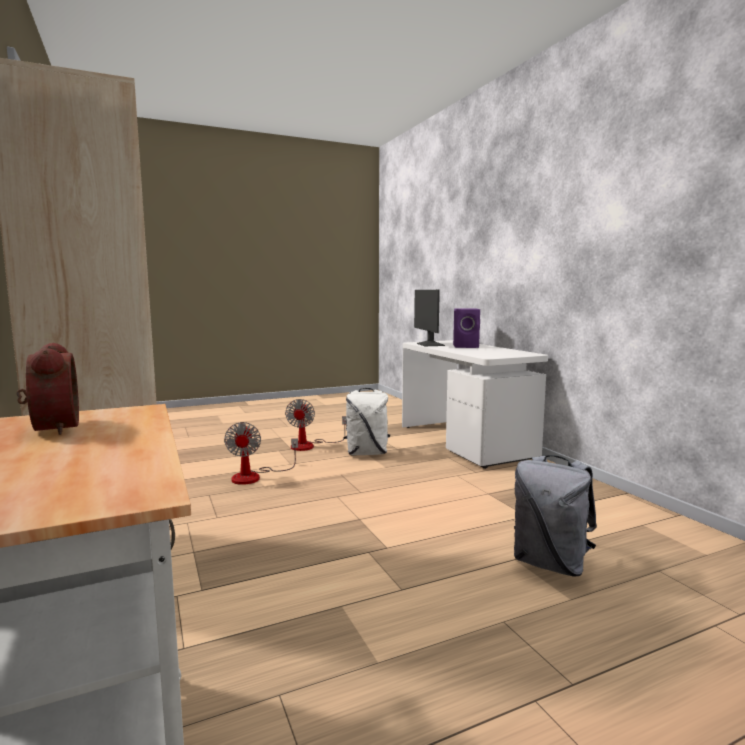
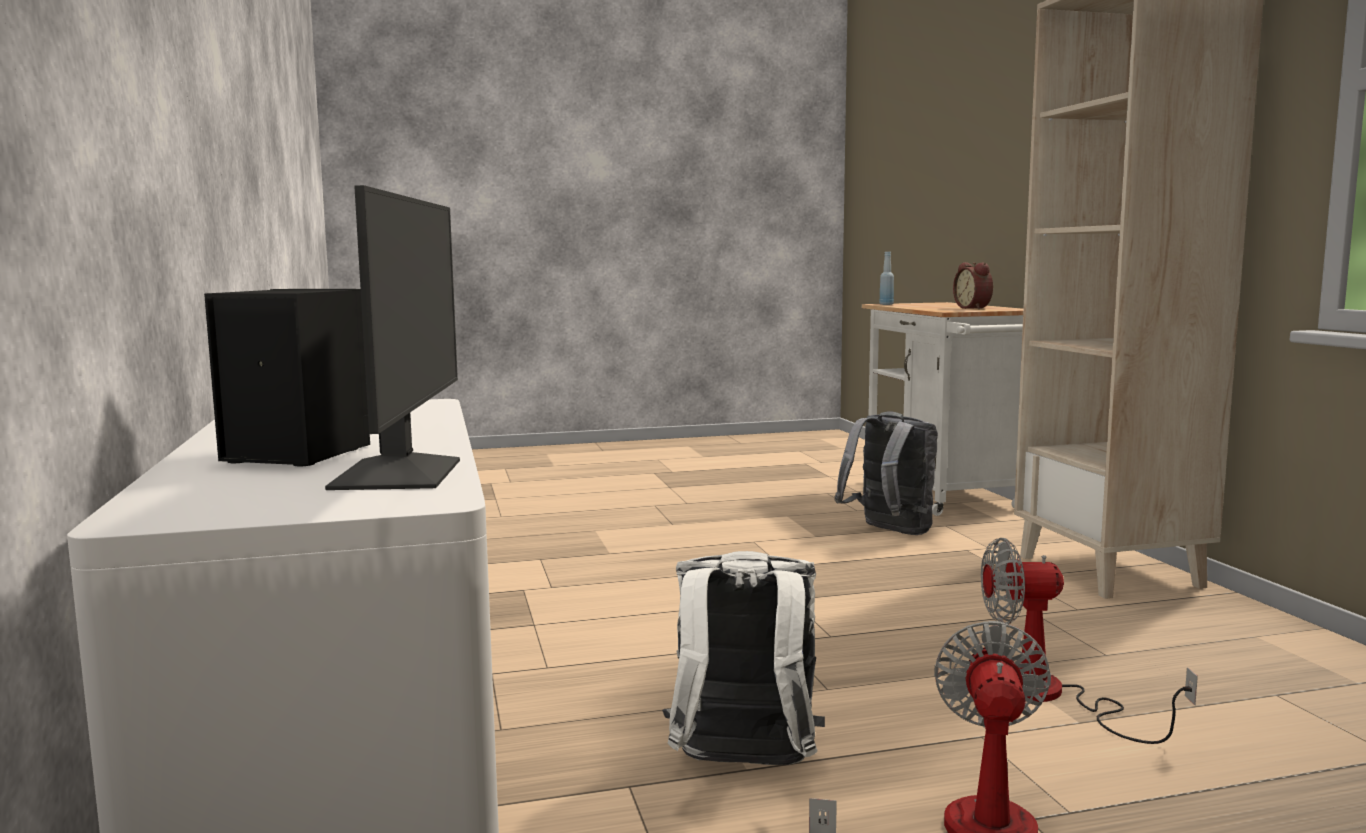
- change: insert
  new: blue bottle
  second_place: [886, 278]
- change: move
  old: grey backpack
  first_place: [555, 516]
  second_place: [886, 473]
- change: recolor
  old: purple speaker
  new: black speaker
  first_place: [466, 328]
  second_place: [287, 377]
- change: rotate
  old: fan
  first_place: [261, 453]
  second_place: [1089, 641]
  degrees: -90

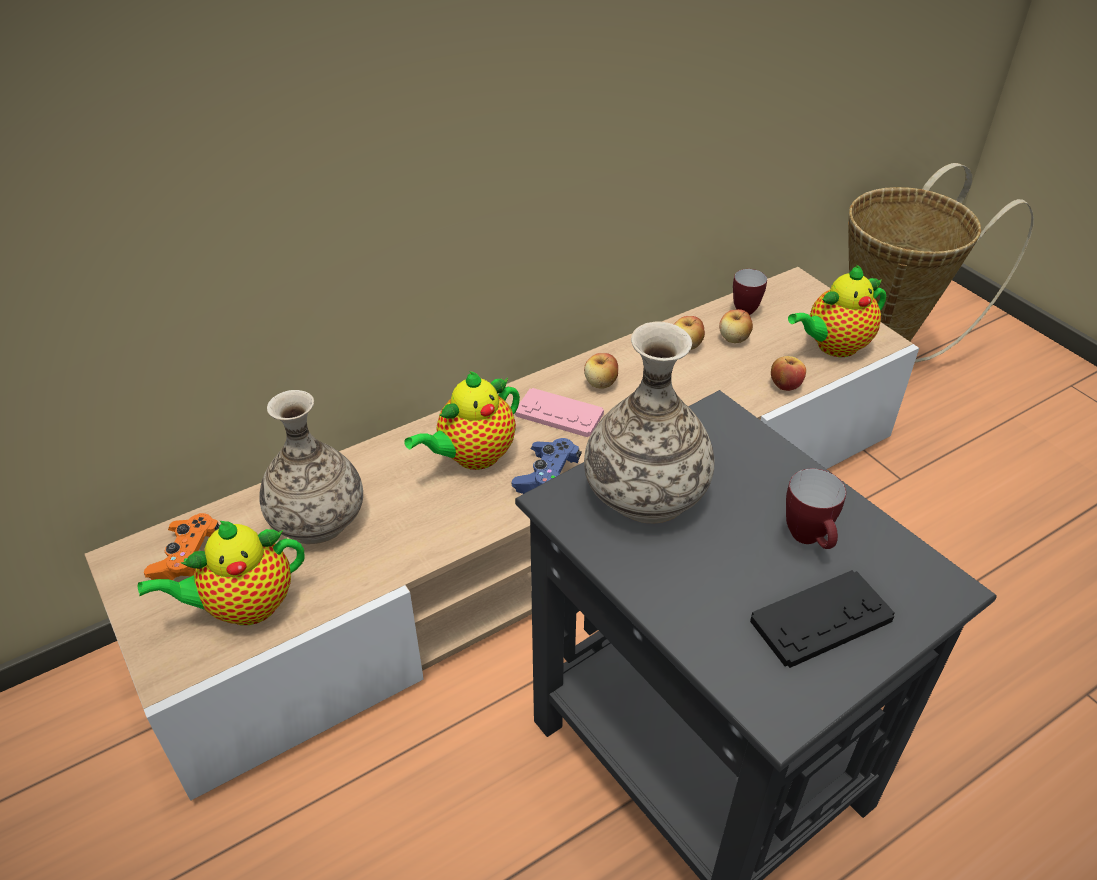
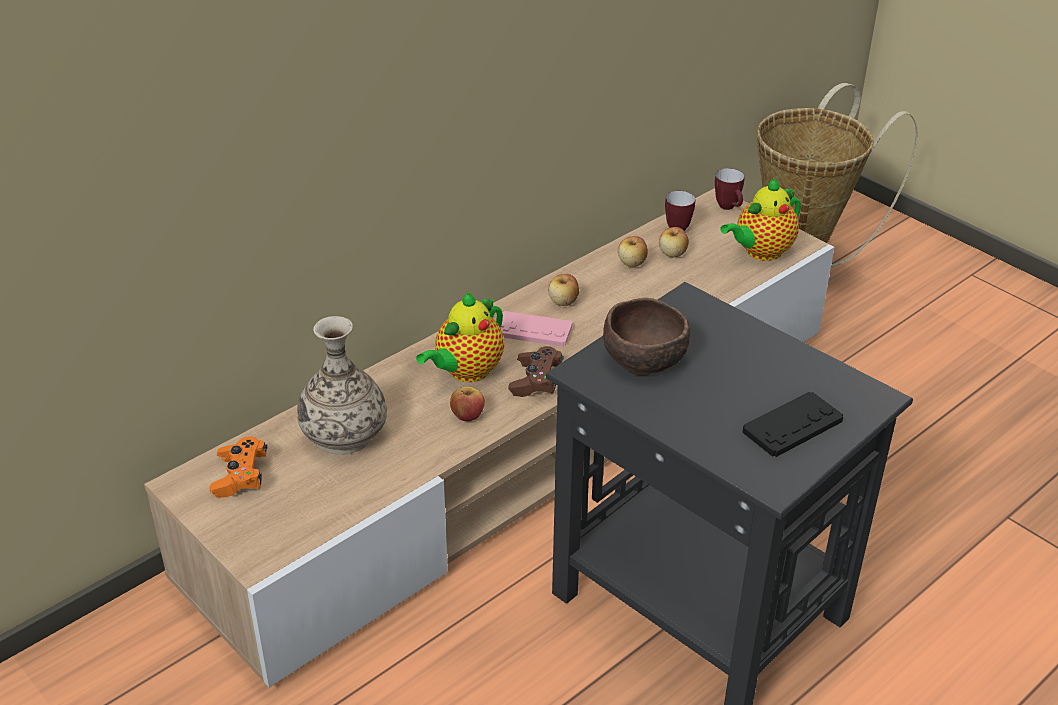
- change: delete
  old: teapot
  first_place: [221, 573]
- change: move
  old: apple
  first_place: [788, 373]
  second_place: [467, 404]
- change: move
  old: mug
  first_place: [816, 509]
  second_place: [730, 189]
- change: replace
  old: vase
  new: brown bowl
  first_place: [649, 423]
  second_place: [646, 336]
- change: recolor
  old: blue game controller
  new: brown game controller
  first_place: [547, 466]
  second_place: [536, 371]

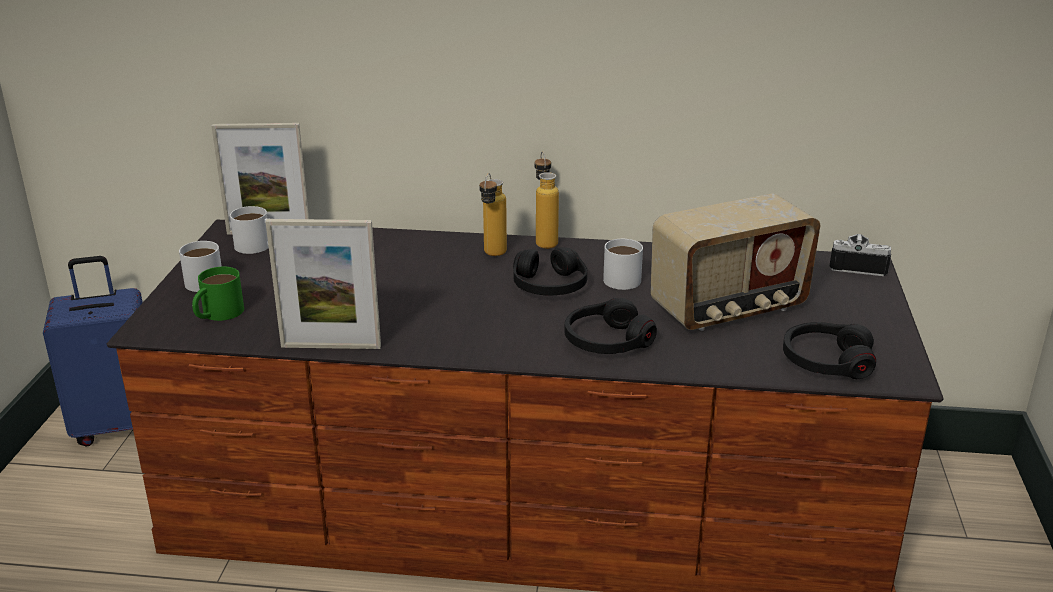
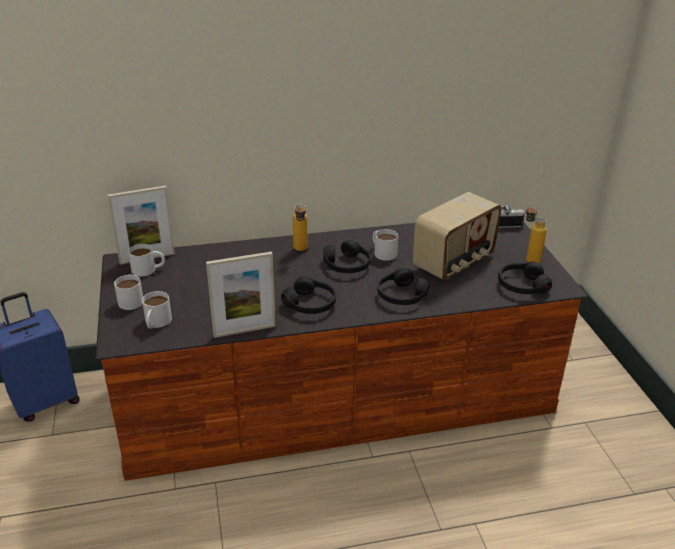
- change: insert
  new: black headphones
  second_place: [308, 295]
- change: move
  old: bottle
  first_place: [547, 200]
  second_place: [536, 233]
- change: recolor
  old: green mug
  new: white mug
  first_place: [218, 294]
  second_place: [157, 310]

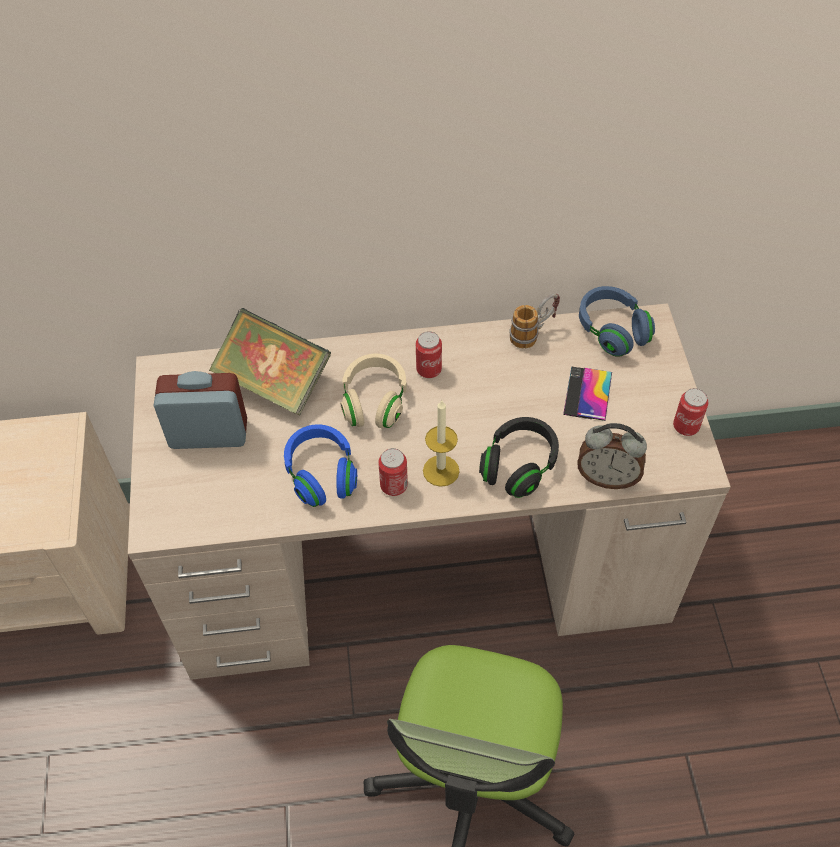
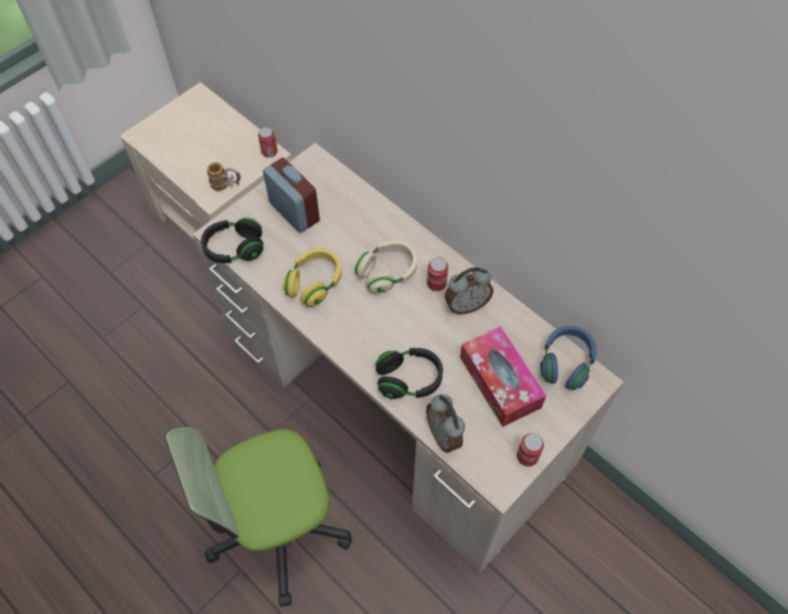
- change: delete
  old: book
  first_place: [270, 362]
- change: delete
  old: candle
  first_place: [441, 443]
- change: insert
  new: black headphones
  second_place: [232, 240]
- change: insert
  new: alarm clock
  second_place: [469, 290]
- change: move
  old: can
  first_place: [393, 472]
  second_place: [267, 142]
- change: move
  old: mug
  first_place: [534, 321]
  second_place: [224, 176]
- change: replace
  old: phone
  new: tissue box
  first_place: [587, 394]
  second_place: [503, 376]
- change: recolor
  old: blue headphones
  new: yellow headphones
  first_place: [320, 465]
  second_place: [312, 278]

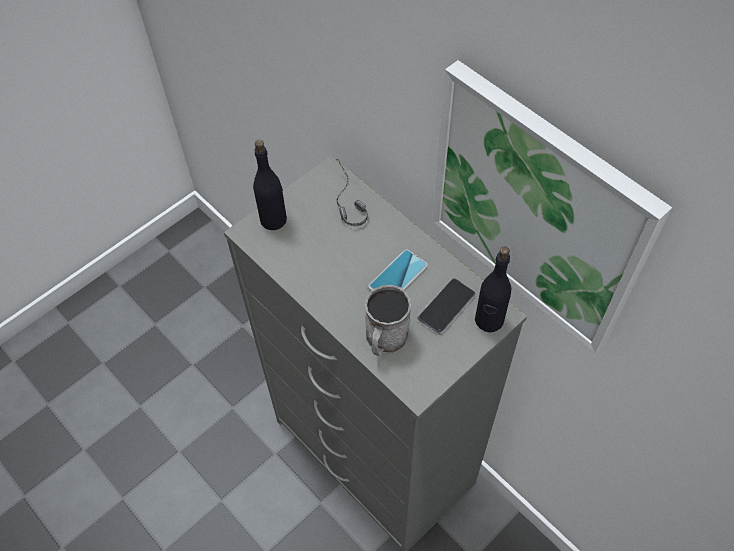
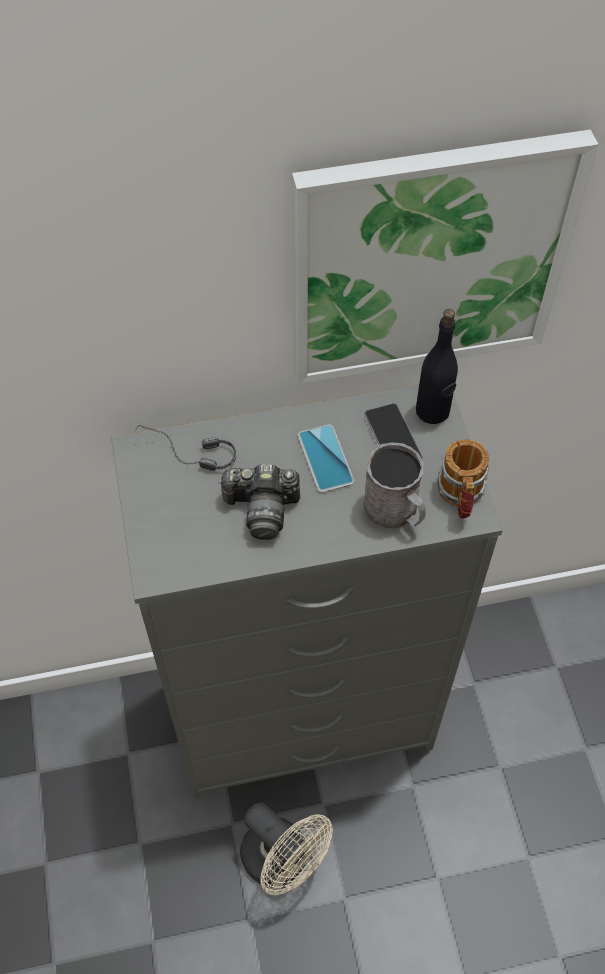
- change: delete
  old: black bottle
  first_place: [270, 185]
- change: insert
  new: photo camera
  second_place: [259, 502]
- change: insert
  new: beige fan
  second_place: [286, 848]
- change: insert
  new: mug
  second_place: [463, 478]

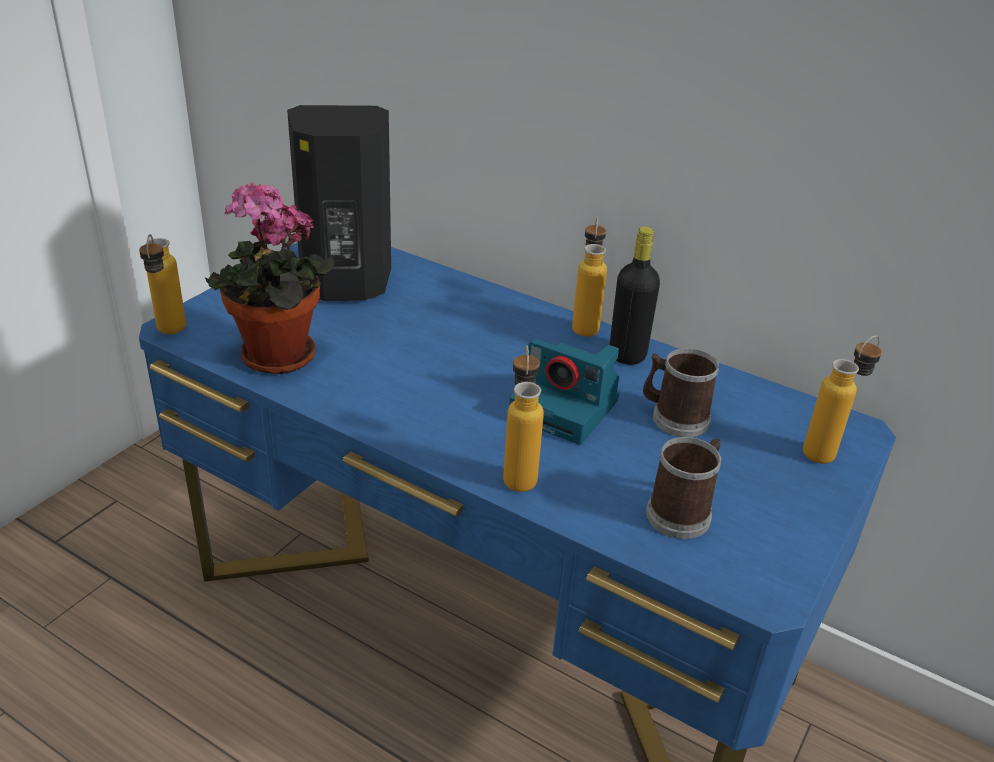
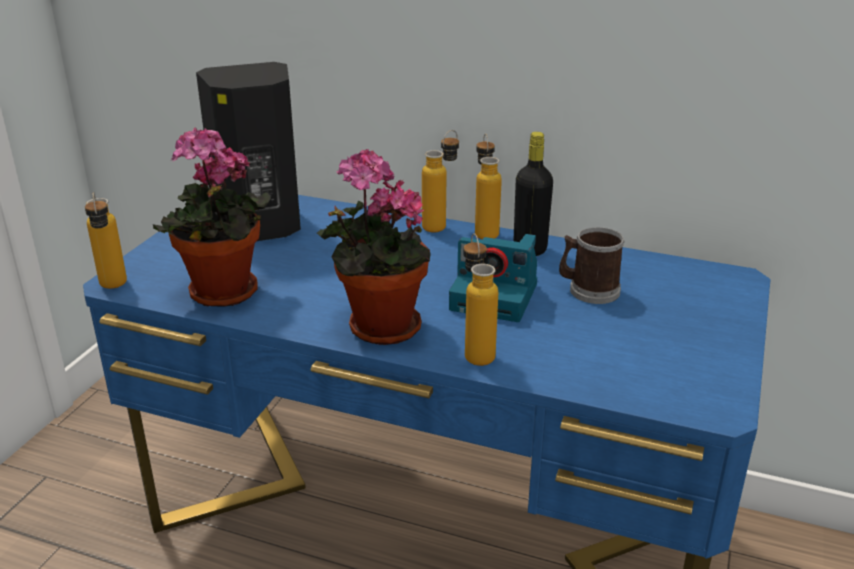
- change: delete
  old: mug
  first_place: [684, 488]
- change: insert
  new: potted plant
  second_place: [374, 247]
- change: move
  old: bottle
  first_place: [842, 399]
  second_place: [440, 181]

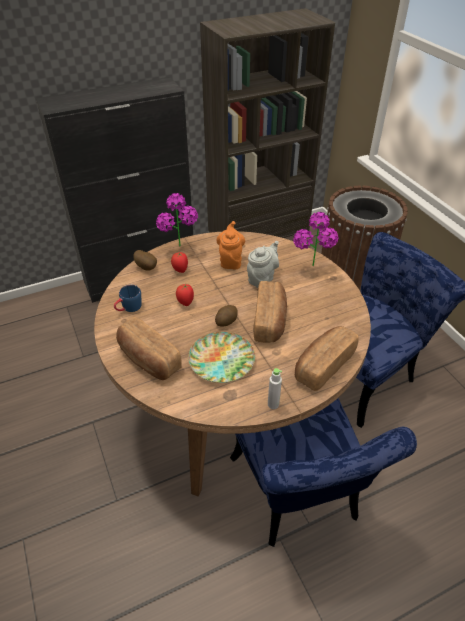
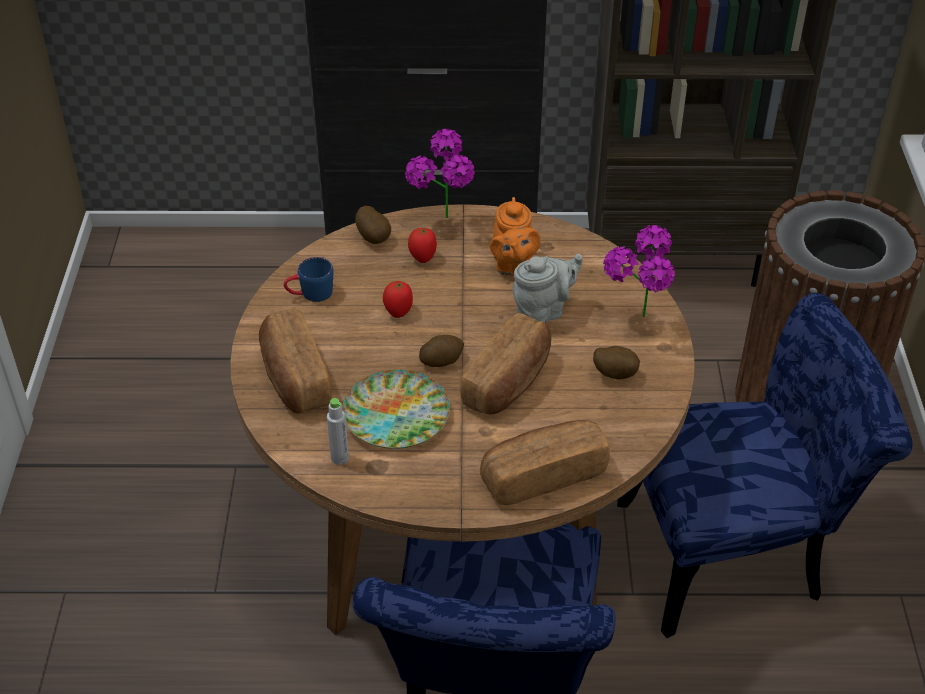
- change: insert
  new: potato
  second_place: [616, 363]
- change: move
  old: grey bottle
  first_place: [275, 388]
  second_place: [338, 431]
- change: rotate
  old: orange teapot
  first_place: [230, 245]
  second_place: [515, 236]
  degrees: 150

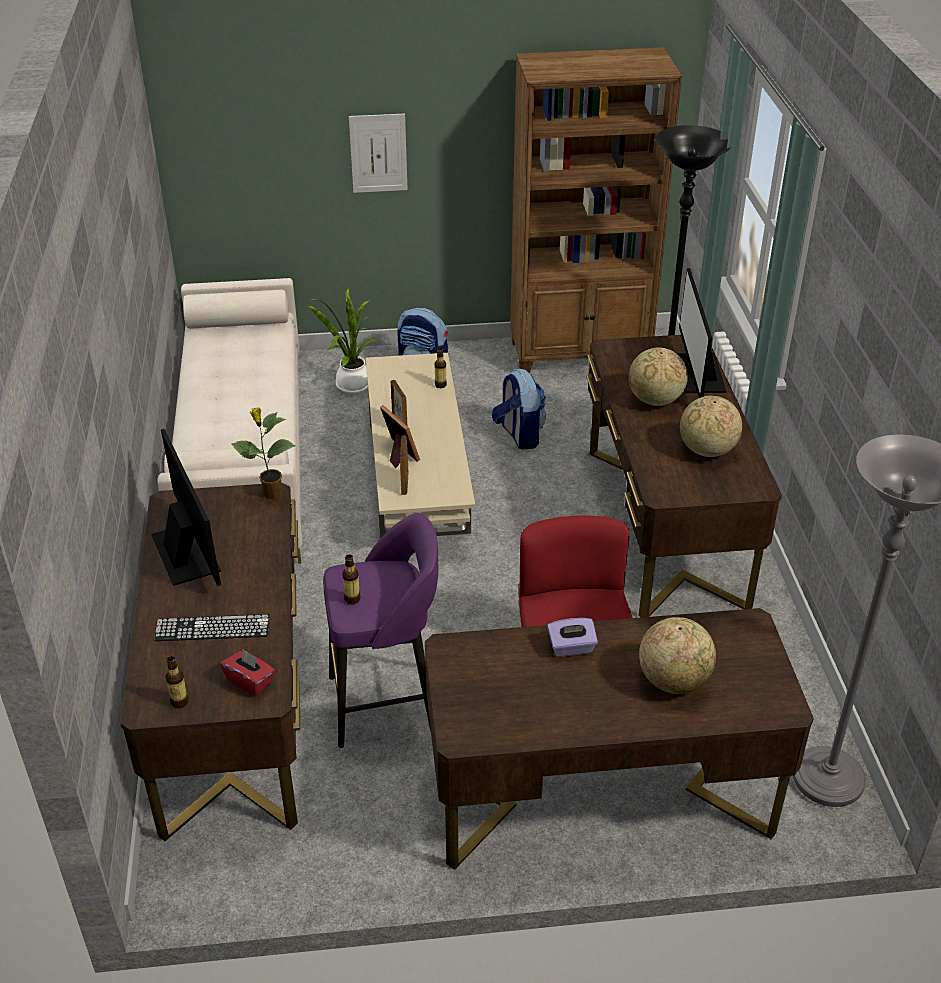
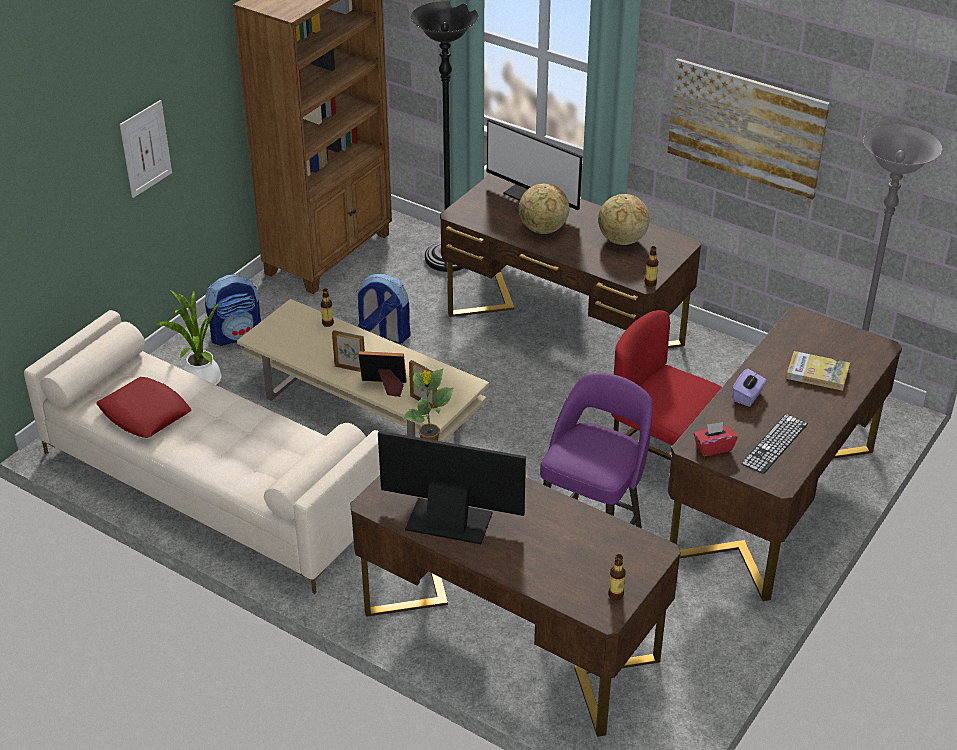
- change: insert
  new: red pillow
  second_place: [143, 407]
- change: insert
  new: picture
  second_place: [748, 129]
- change: move
  old: keyboard
  first_place: [211, 627]
  second_place: [774, 444]
- change: move
  old: red tissue box
  first_place: [248, 672]
  second_place: [715, 439]
- change: move
  old: bottle
  first_place: [352, 579]
  second_place: [651, 266]
- change: replace
  old: globe
  new: book
  first_place: [677, 655]
  second_place: [818, 371]

